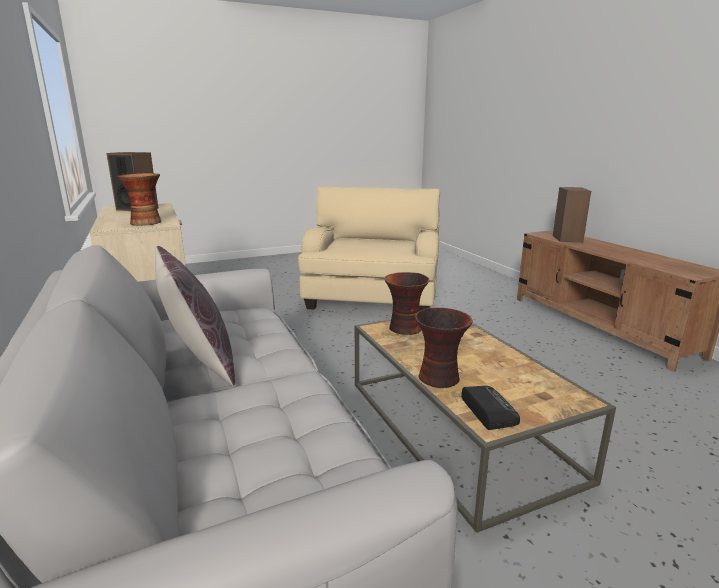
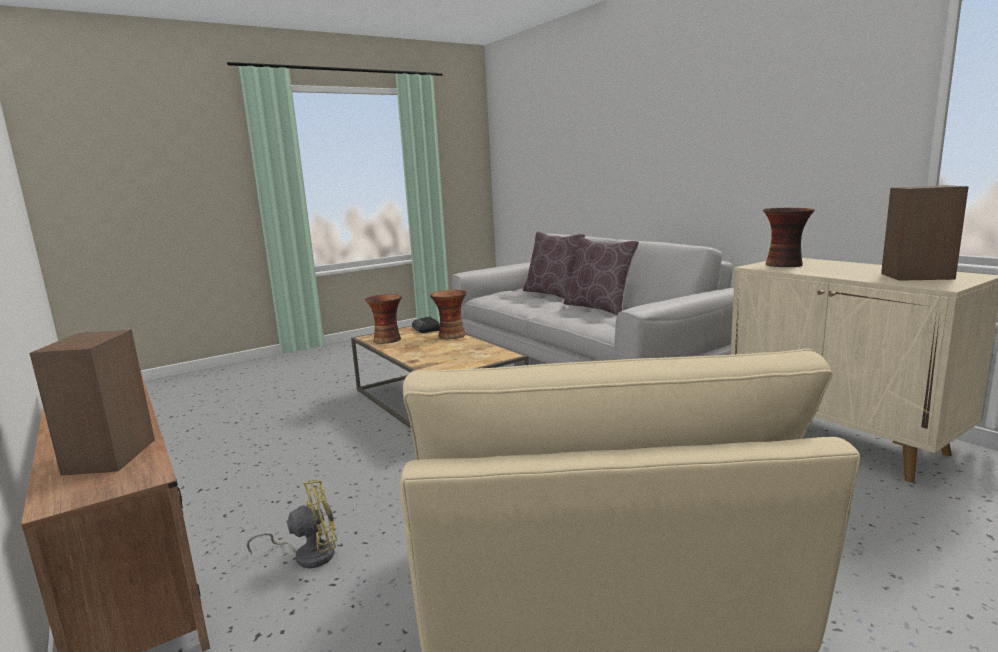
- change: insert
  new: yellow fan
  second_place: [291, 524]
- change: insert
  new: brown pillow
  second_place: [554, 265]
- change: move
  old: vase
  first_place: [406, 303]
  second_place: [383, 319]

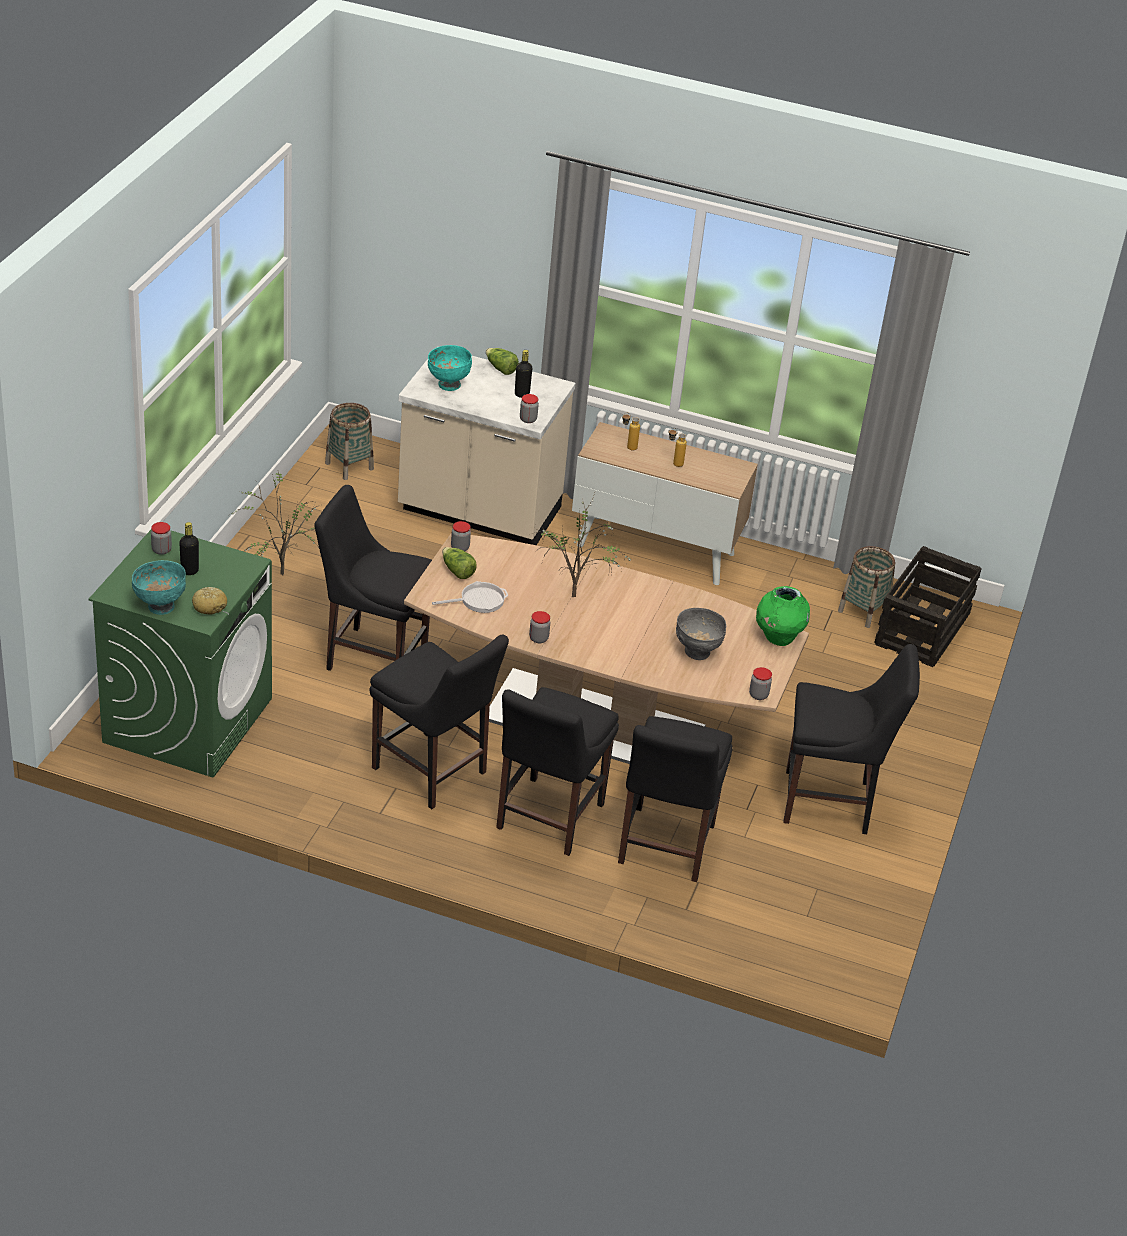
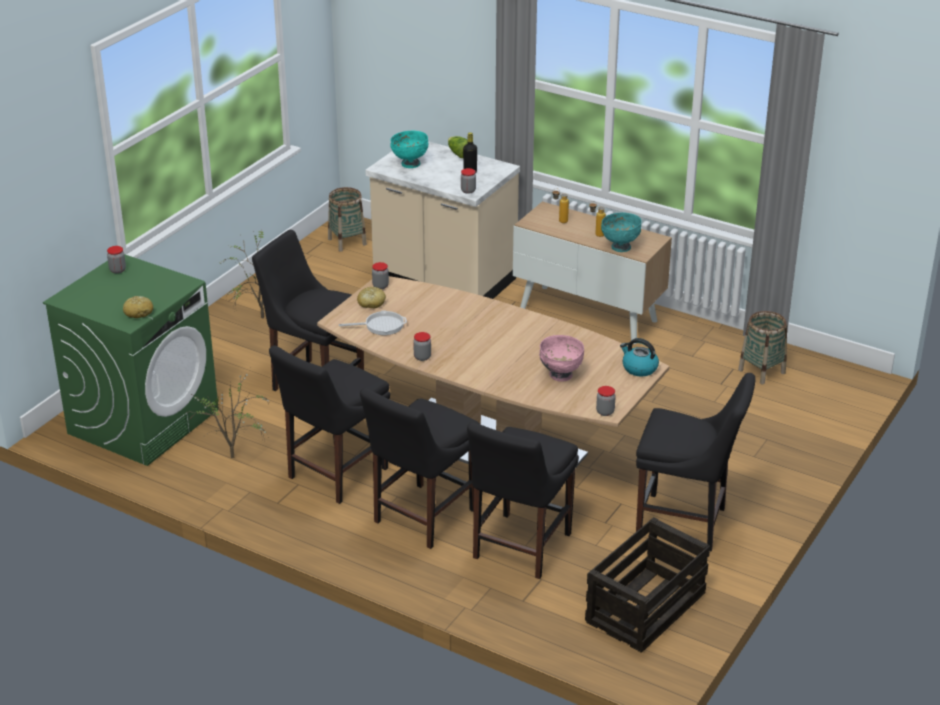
- change: delete
  old: black bottle
  first_place: [189, 548]
- change: move
  old: turquoise bowl
  first_place: [159, 587]
  second_place: [621, 232]
- change: move
  old: potted plant
  first_place: [582, 543]
  second_place: [227, 414]
- change: move
  old: crate
  first_place: [928, 606]
  second_place: [647, 584]
- change: replace
  old: lettuce
  new: bread
  first_place: [459, 563]
  second_place: [371, 298]
- change: replace
  old: green vase
  new: kettle
  first_place: [783, 616]
  second_place: [639, 357]
- change: recolor
  old: grey bowl
  new: pink bowl
  first_place: [701, 634]
  second_place: [561, 358]
- change: rotate
  old: black chair
  first_place: [439, 721]
  second_place: [329, 424]
  degrees: 75

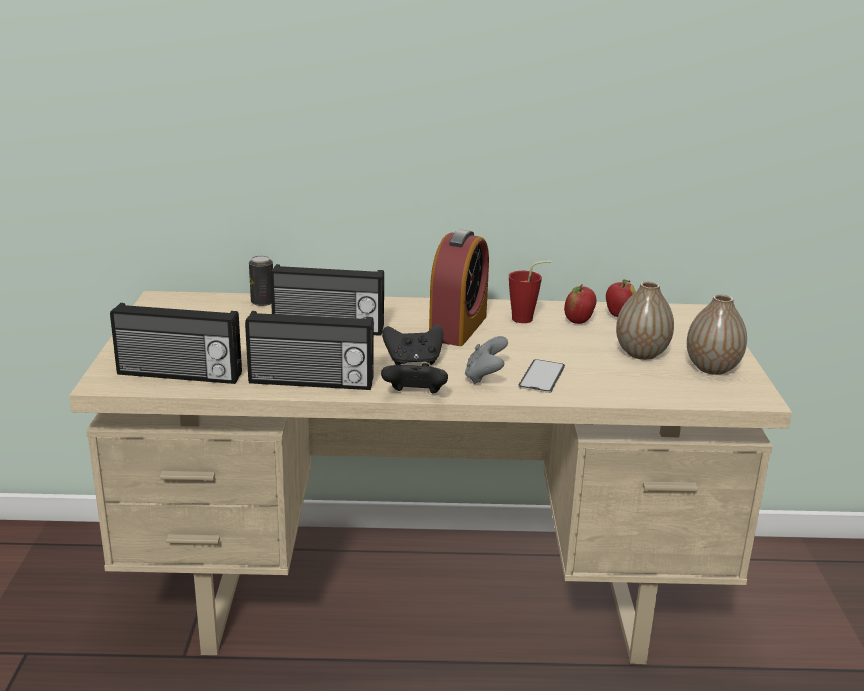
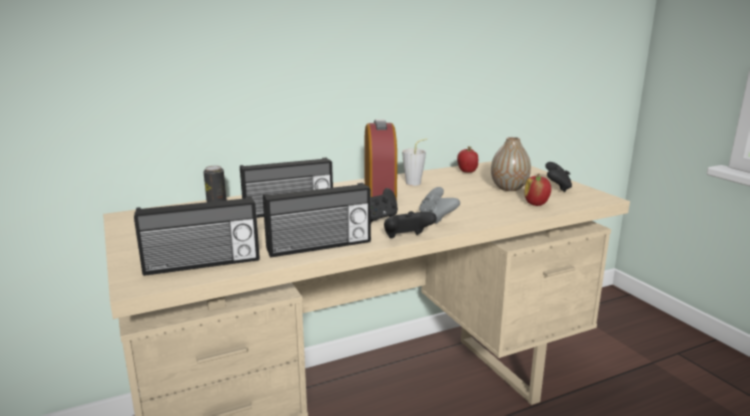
- change: delete
  old: phone
  first_place: [541, 376]
- change: move
  old: apple
  first_place: [580, 304]
  second_place: [537, 190]
- change: replace
  old: vase
  new: black game controller
  first_place: [717, 334]
  second_place: [558, 177]
- change: recolor
  old: red cup
  new: grey cup
  first_place: [530, 292]
  second_place: [414, 162]

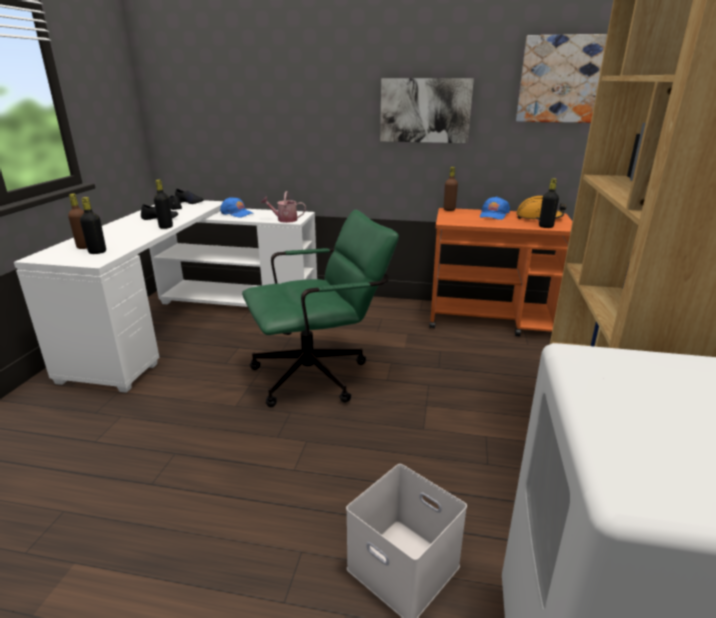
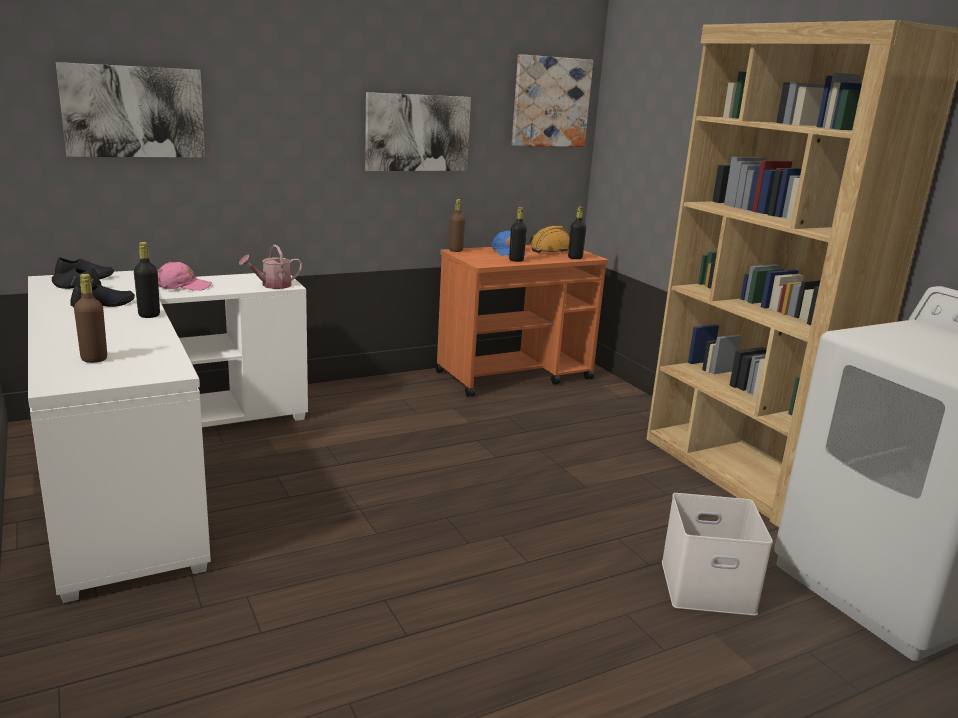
- change: delete
  old: green office chair
  first_place: [320, 308]
- change: insert
  new: picture
  second_place: [130, 109]
- change: move
  old: black bottle
  first_place: [93, 225]
  second_place: [518, 234]
- change: recolor
  old: blue cap
  new: pink cap
  first_place: [237, 207]
  second_place: [184, 276]

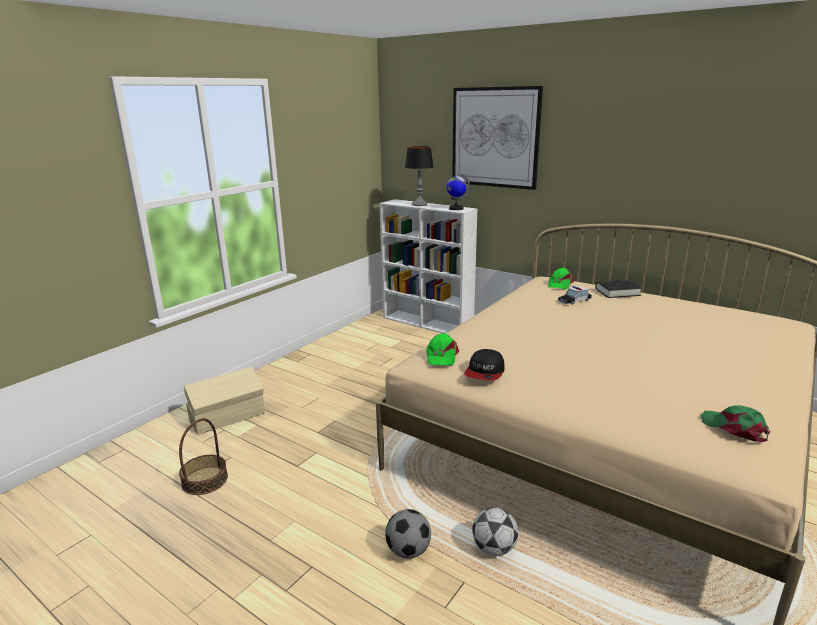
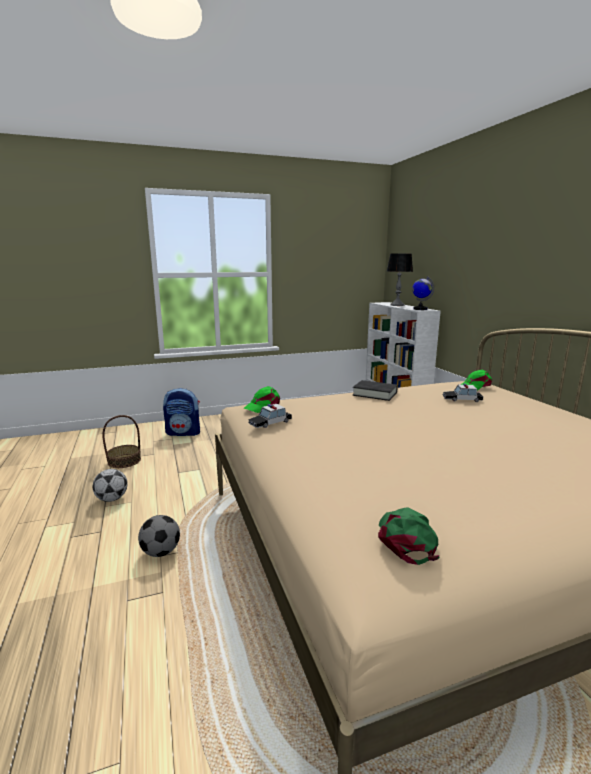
- change: delete
  old: picture
  first_place: [497, 138]
- change: move
  old: football
  first_place: [495, 531]
  second_place: [110, 485]
- change: move
  old: black book
  first_place: [619, 289]
  second_place: [375, 390]
- change: replace
  old: beige storage box
  new: backpack
  first_place: [224, 401]
  second_place: [181, 412]
- change: replace
  old: cap
  new: toy car
  first_place: [484, 365]
  second_place: [270, 416]

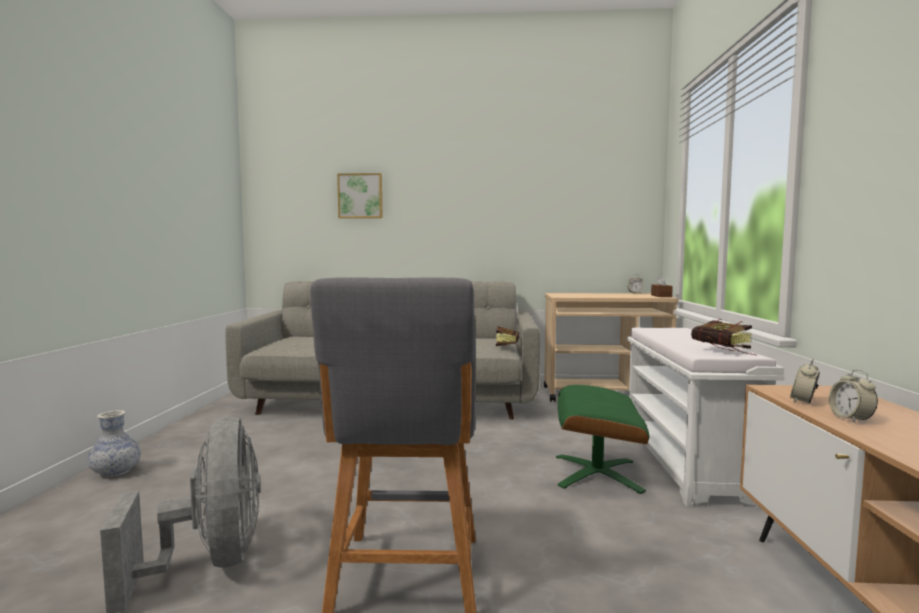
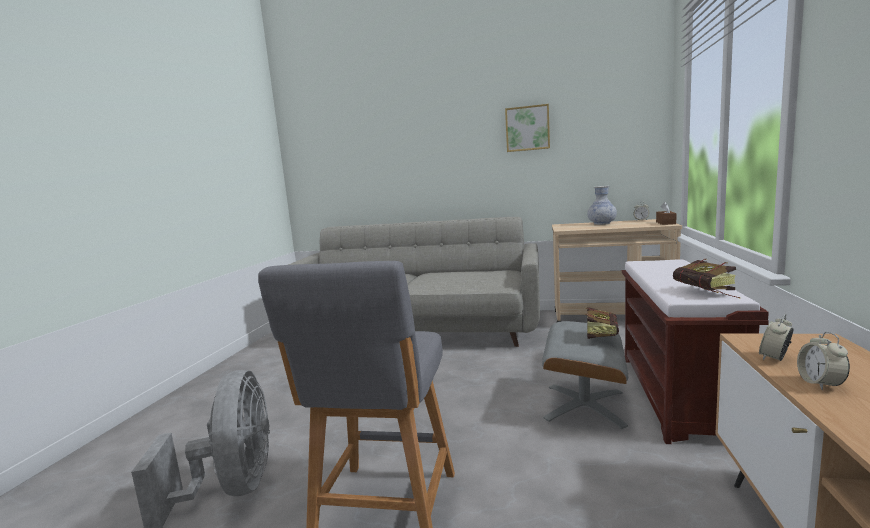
- change: move
  old: vase
  first_place: [114, 443]
  second_place: [602, 205]
- change: move
  old: picture
  first_place: [359, 195]
  second_place: [527, 128]
- change: move
  old: book
  first_place: [507, 336]
  second_place: [602, 323]
- change: recolor
  old: green ottoman
  new: grey ottoman
  first_place: [603, 439]
  second_place: [585, 375]
- change: recolor
  old: white bench
  new: brown bench
  first_place: [705, 418]
  second_place: [695, 351]

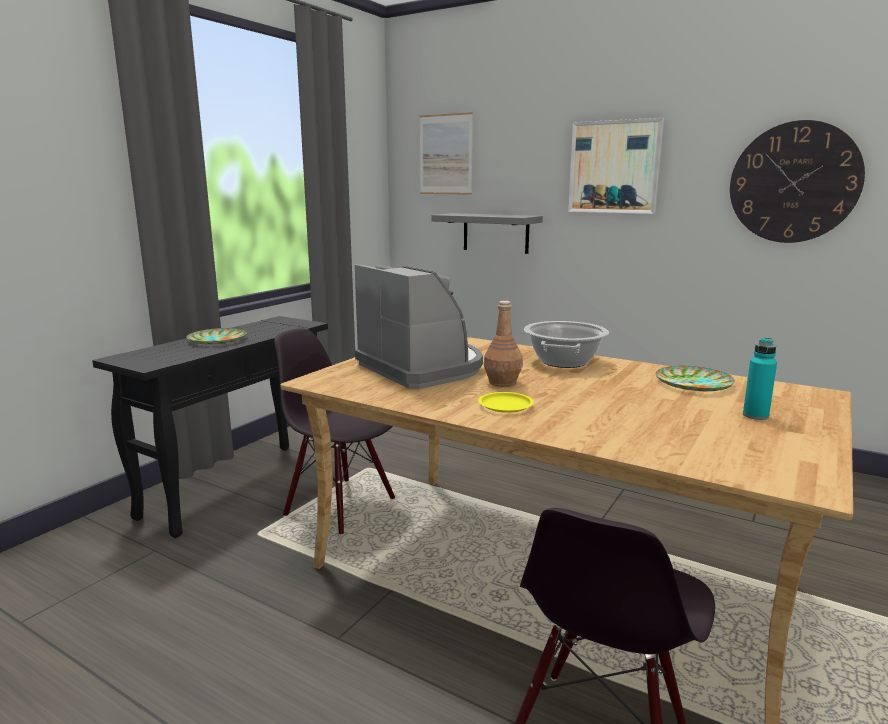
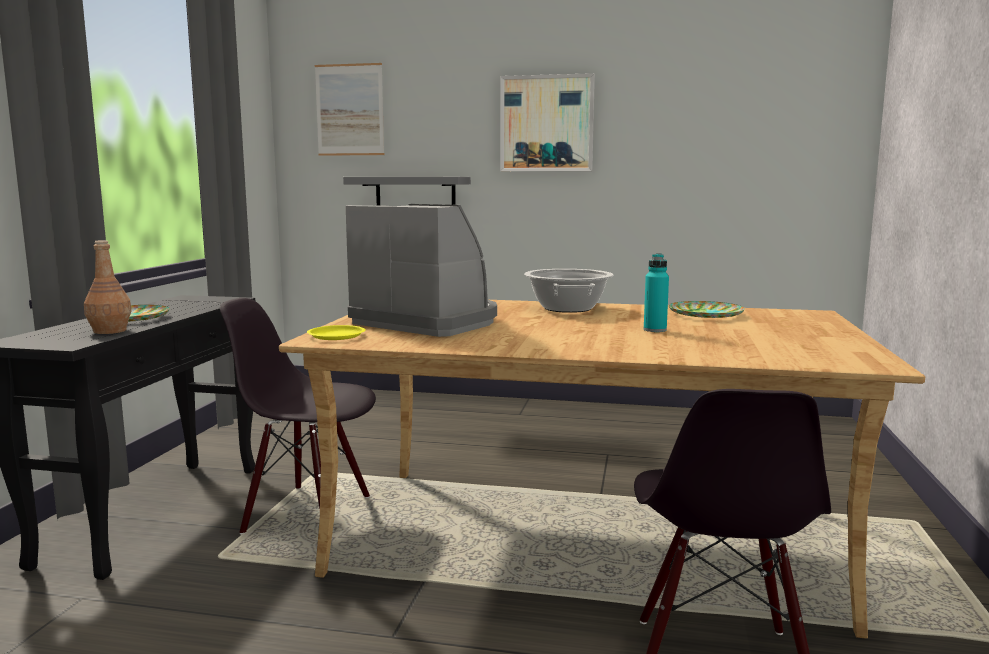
- change: delete
  old: wall clock
  first_place: [797, 181]
- change: move
  old: yellow plate
  first_place: [506, 402]
  second_place: [336, 332]
- change: move
  old: brown bottle
  first_place: [503, 344]
  second_place: [108, 287]
- change: move
  old: turquoise bottle
  first_place: [760, 379]
  second_place: [656, 292]

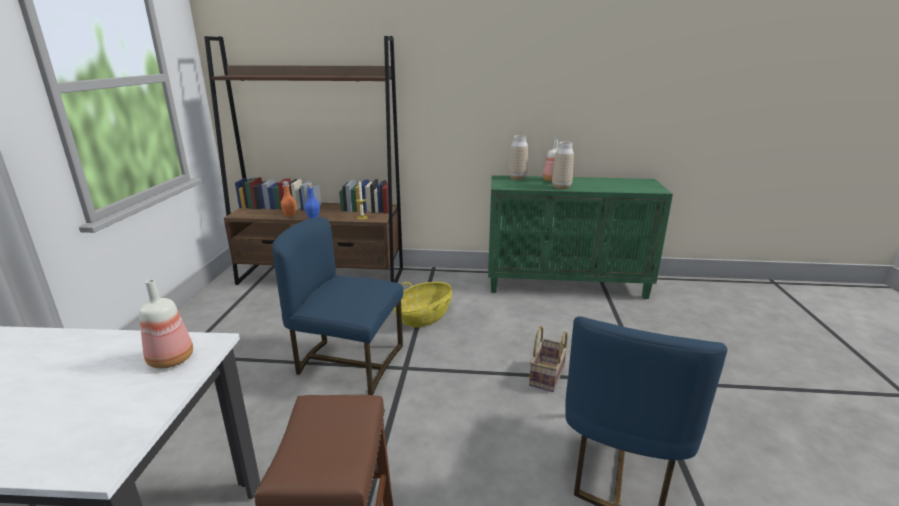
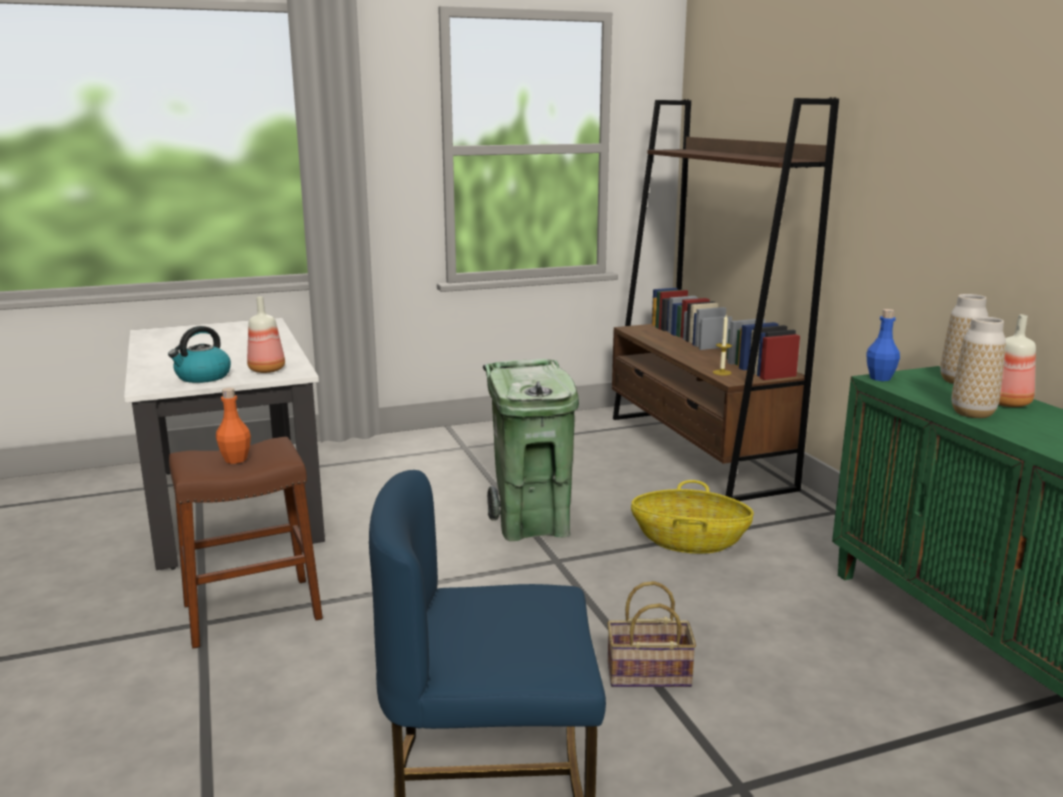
- change: insert
  new: kettle
  second_place: [199, 354]
- change: move
  old: orange bottle
  first_place: [288, 199]
  second_place: [233, 426]
- change: move
  old: blue bottle
  first_place: [312, 201]
  second_place: [883, 345]
- change: replace
  old: blue chair
  new: green trash can
  first_place: [337, 306]
  second_place: [531, 450]

